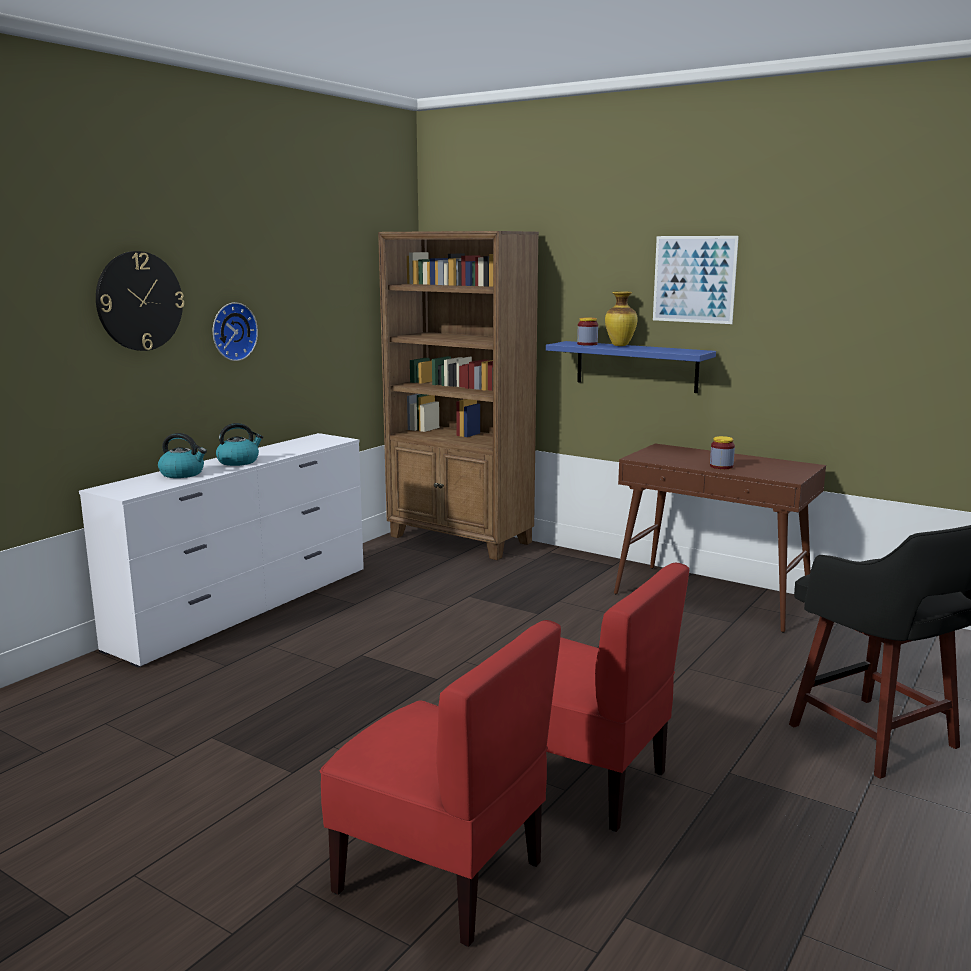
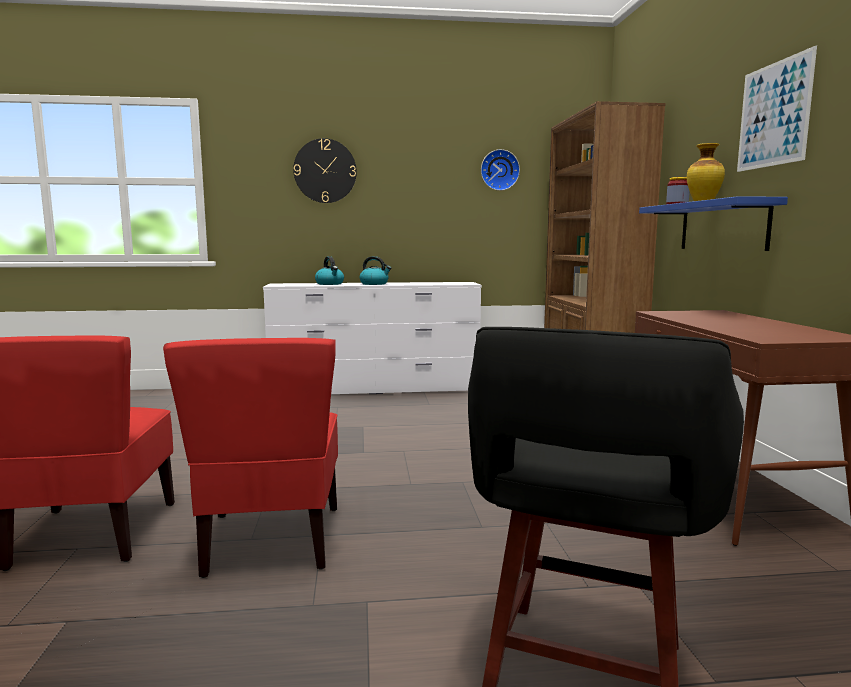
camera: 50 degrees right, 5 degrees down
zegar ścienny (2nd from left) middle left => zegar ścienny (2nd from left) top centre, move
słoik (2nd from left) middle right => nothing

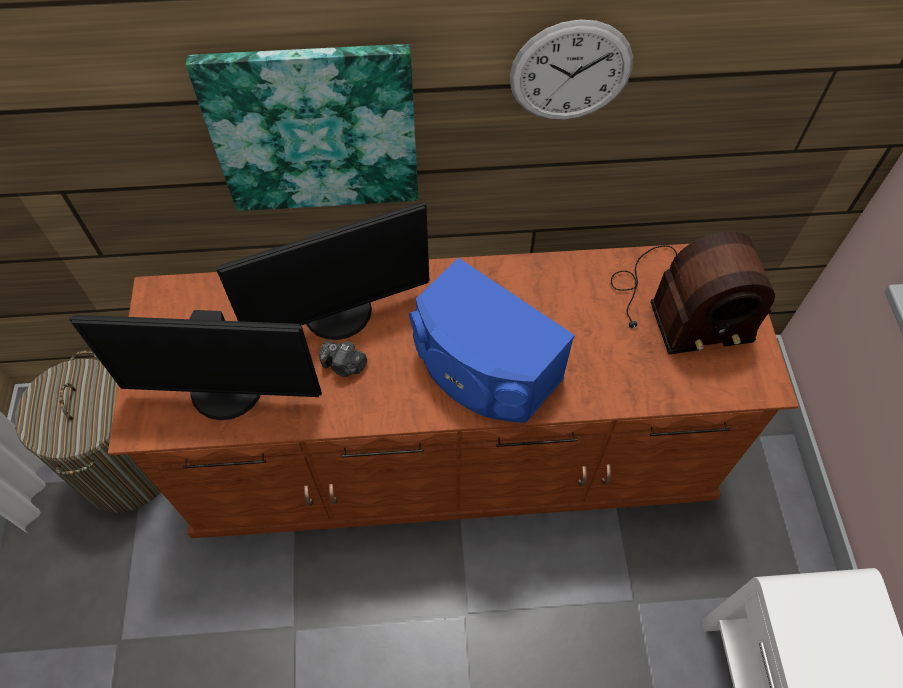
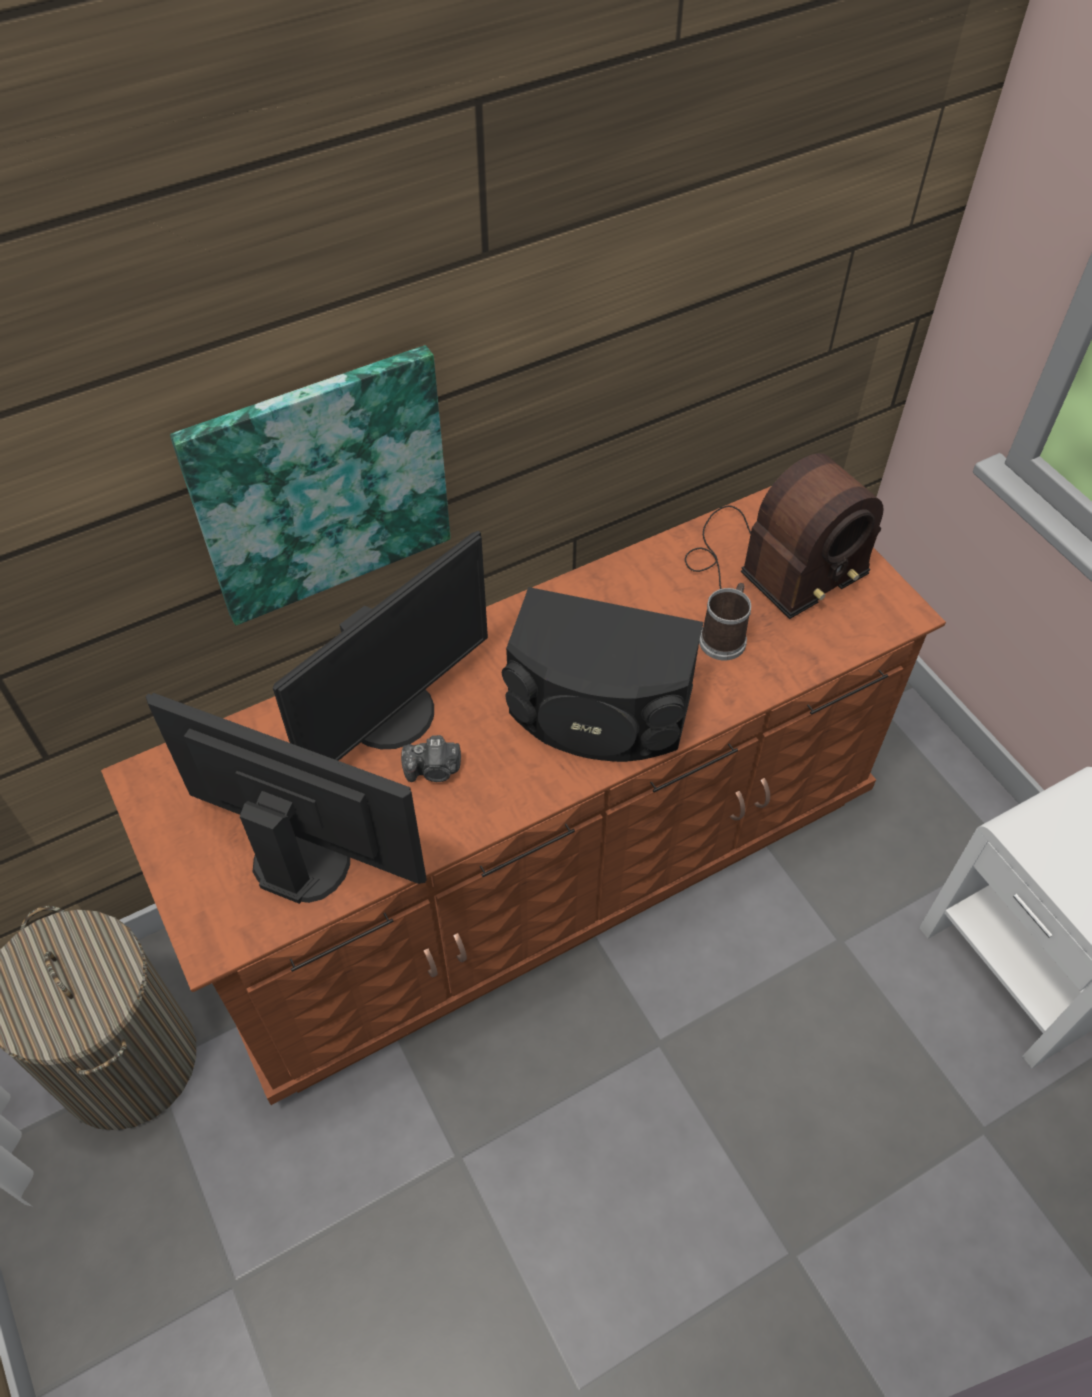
camera: 25 degrees left, 5 degrees down
monitor (1st from left) middle left, 135 degrees counterclockwise
głośnik/niebieski centre => głośnik/czarny centre
nothing => kubek centre
zegar ścienny top centre => nothing

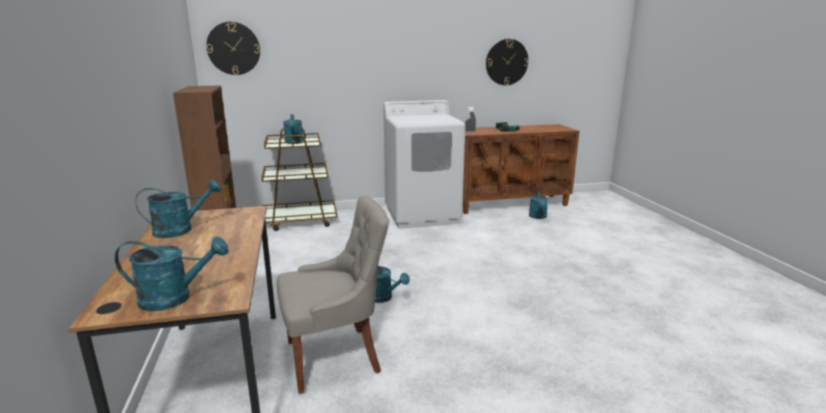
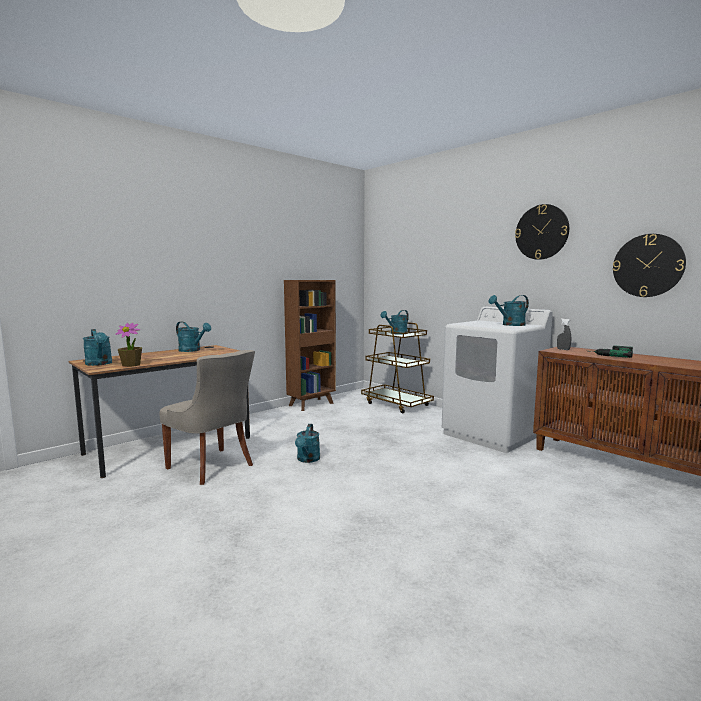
camera: 60 degrees right, 10 degrees down
nothing => roślina doniczkowa middle left
konewka/turkusowy (5th from left) centre => konewka/turkusowy (5th from left) middle right, move
zegar ścienny (1st from left) top left => zegar ścienny (1st from left) top right, move

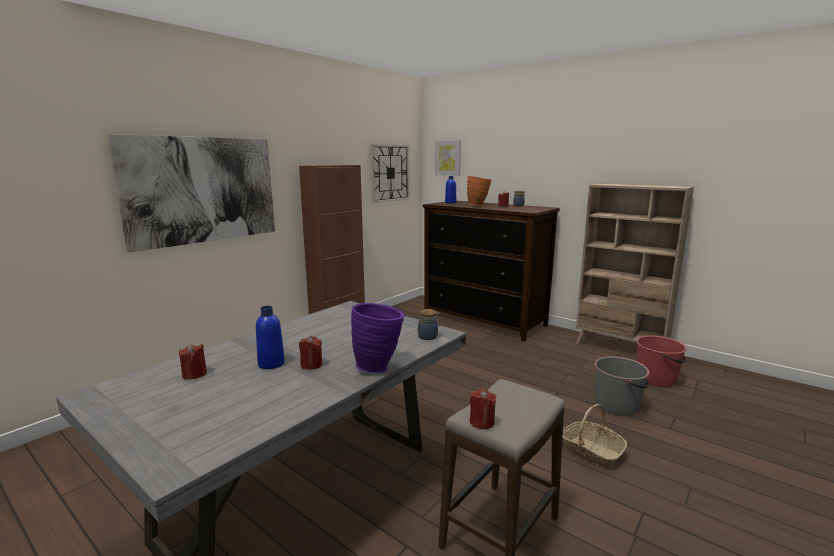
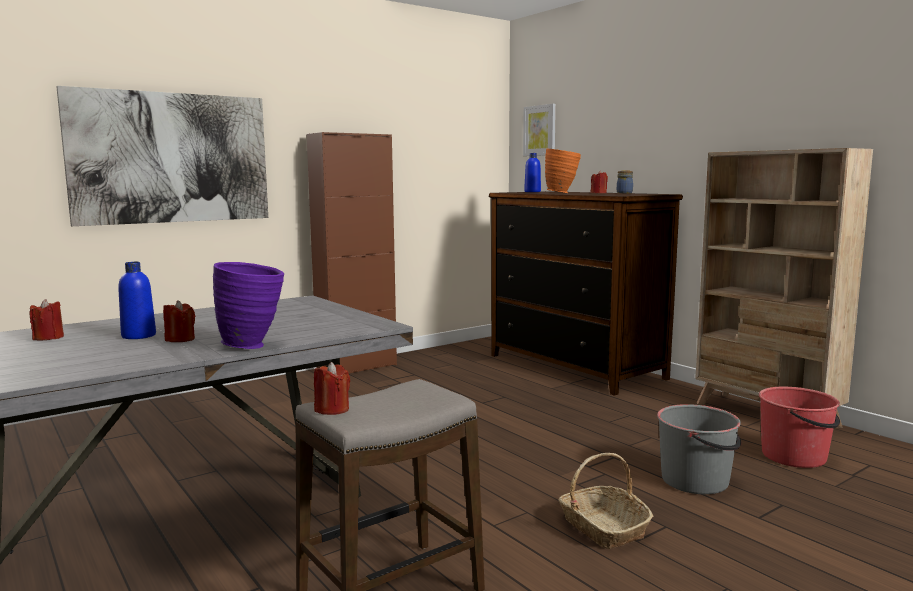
camera: 15 degrees right, 5 degrees down
zegar ścienny top centre => nothing
słoik (1st from left) centre => nothing

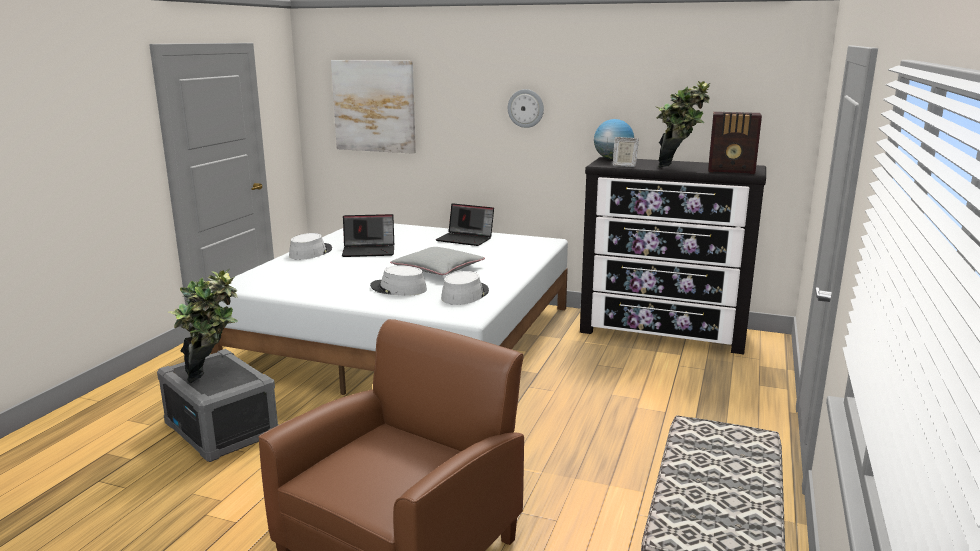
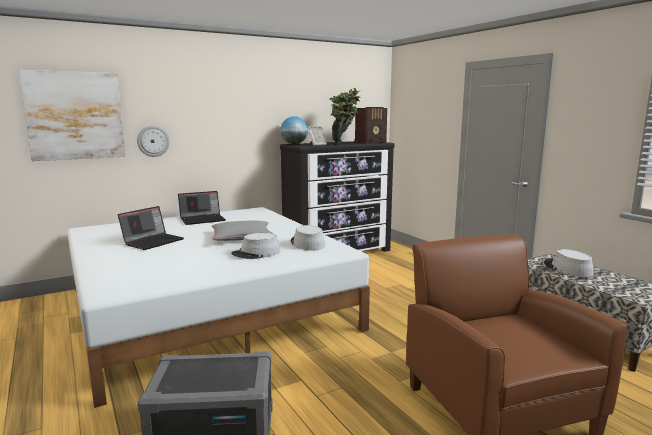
camera: 50 degrees left, 5 degrees down
zegar ścienny top centre => zegar ścienny top left, move
kapelusz/szary (1st from left in the first image) middle left => kapelusz/szary (3rd from left) middle right, move
roślina doniczkowa (1st from left) middle left => nothing

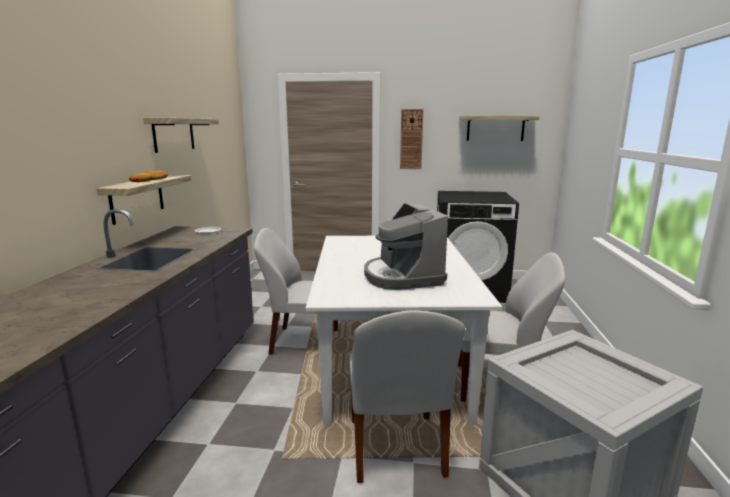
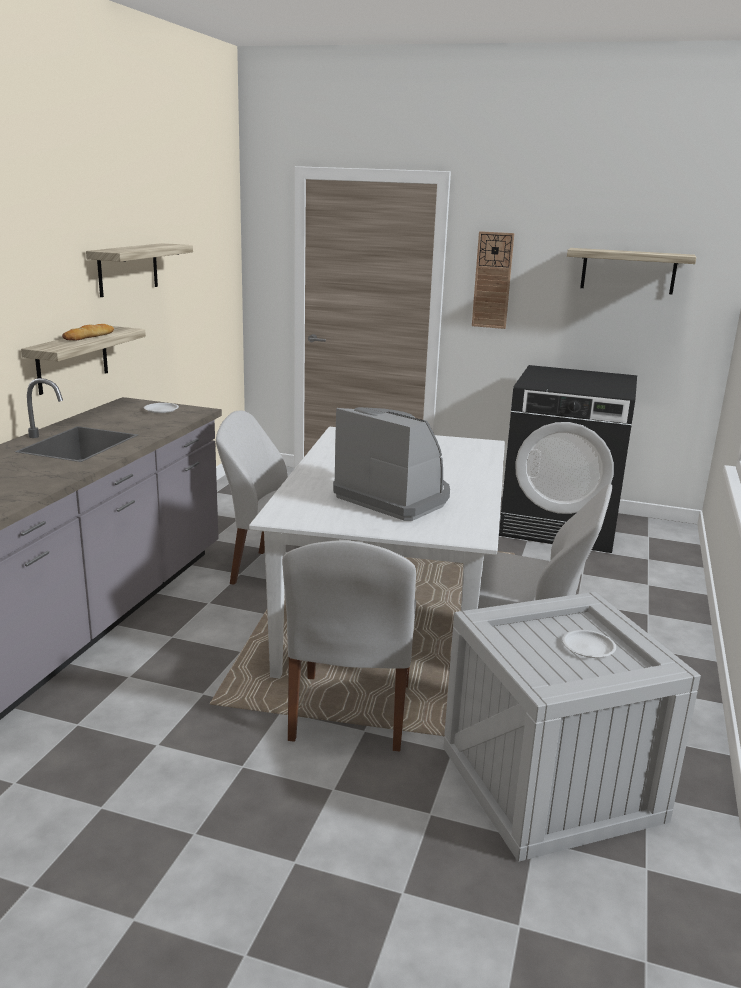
camera: 10 degrees right, 5 degrees up
ekspres do kawy centre, 135 degrees clockwise
nothing => talerz/biały (2nd from left) middle right

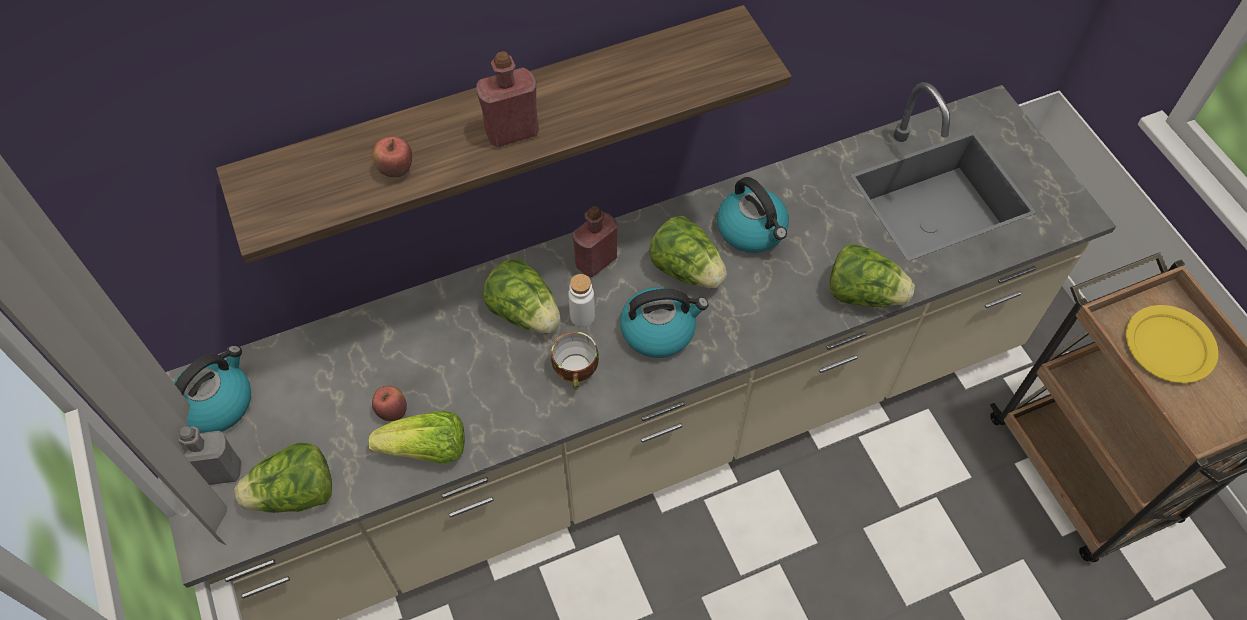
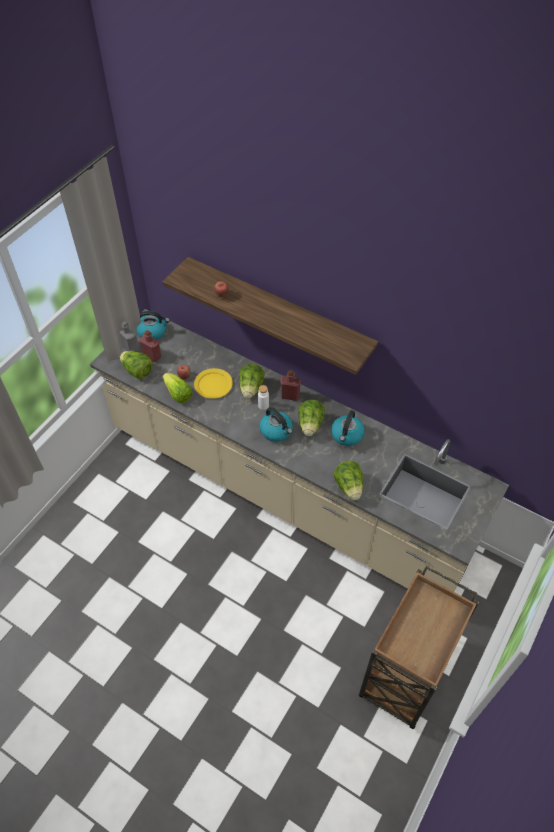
camera: 55 degrees right, 5 degrees down
butelka/czerwony (1st from left) top centre => butelka/czerwony (1st from left) middle left, move
talerz/żółty middle right => talerz/żółty centre, move
filiżanka centre => nothing

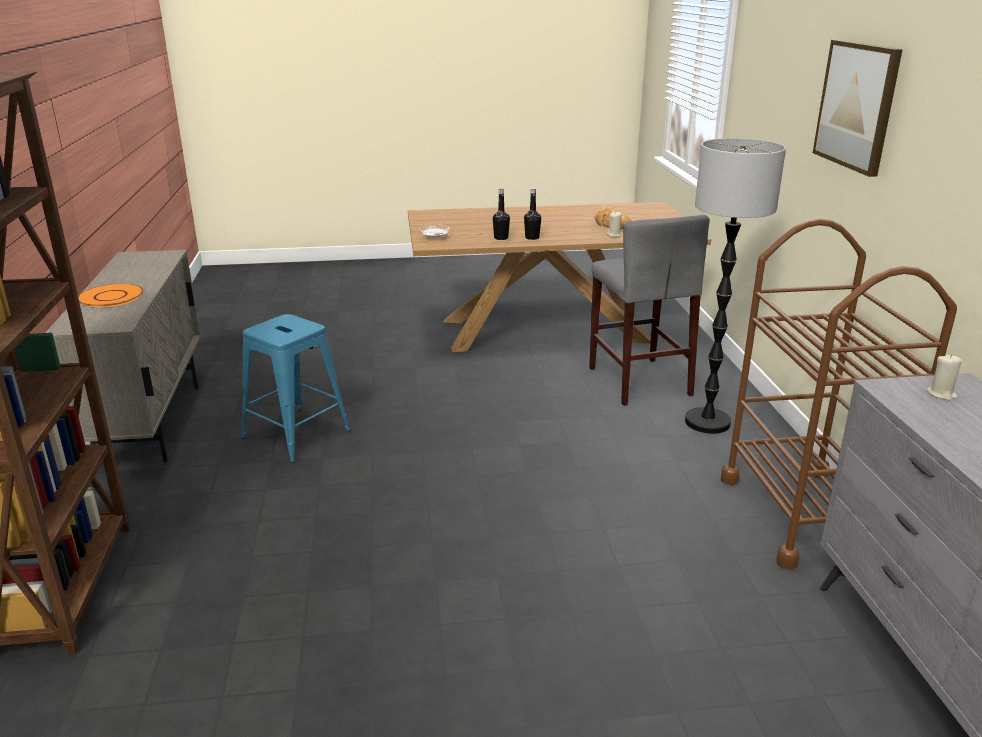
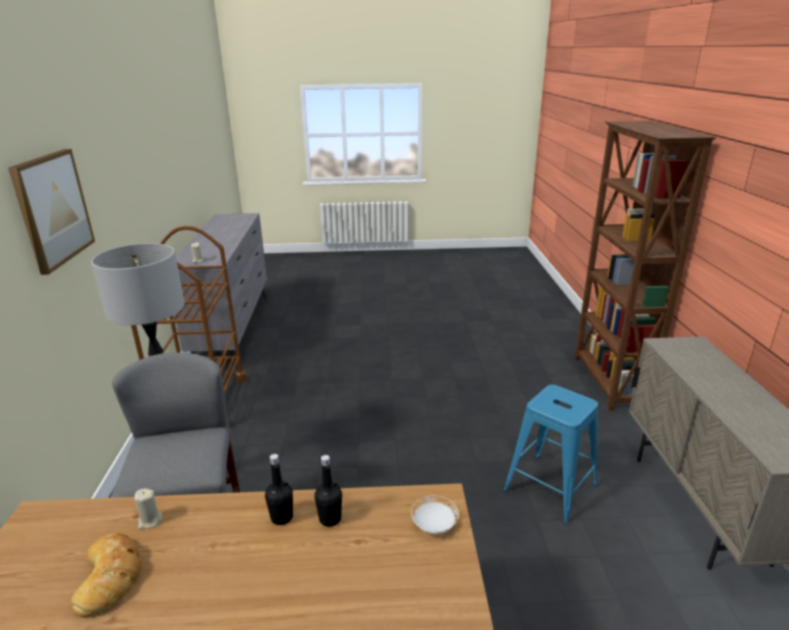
camera: 175 degrees left, 0 degrees up
talerz/pomarańczowy middle left => nothing

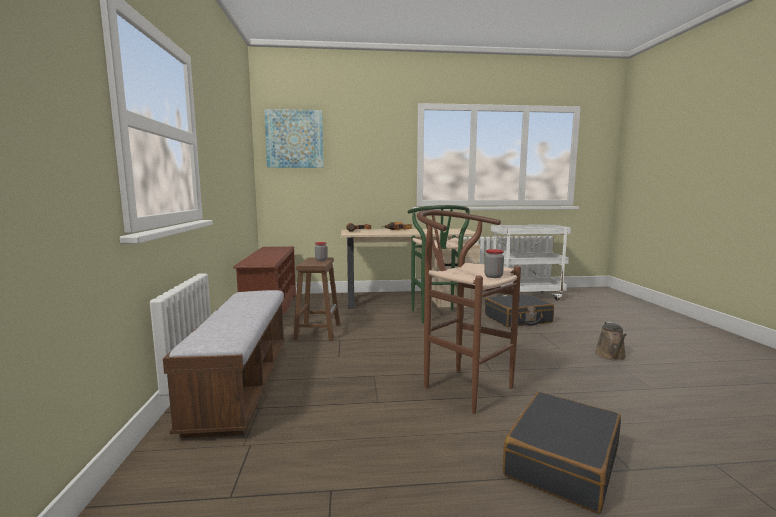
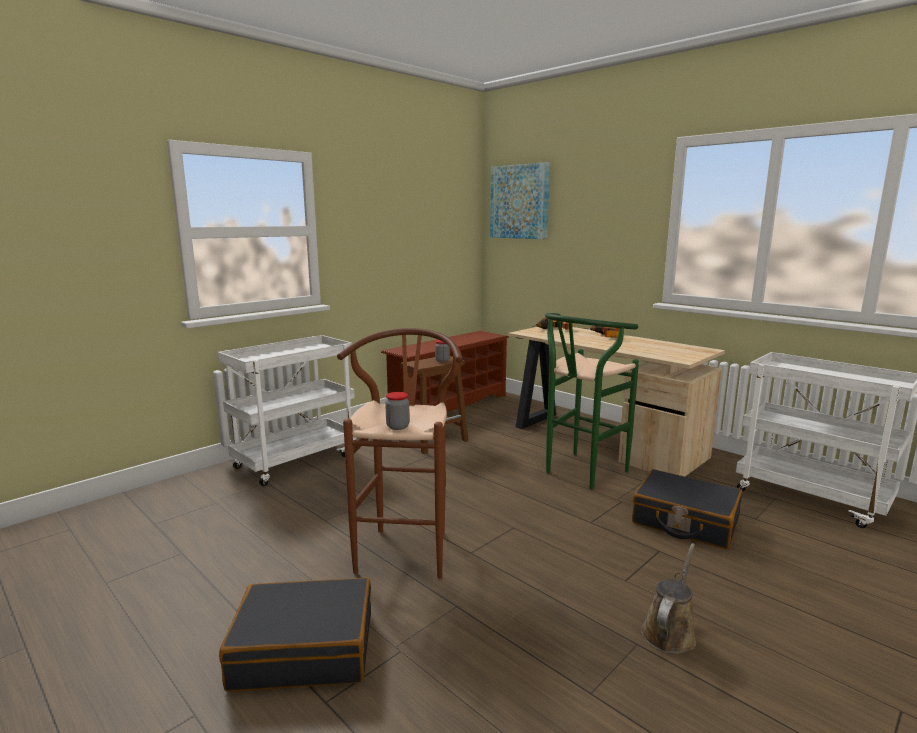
camera: 50 degrees right, 5 degrees up
ławka bottom left => wózek/biały (1st from left) middle left
konewka/brązowy middle right => konewka/brązowy bottom right, 150 degrees clockwise

